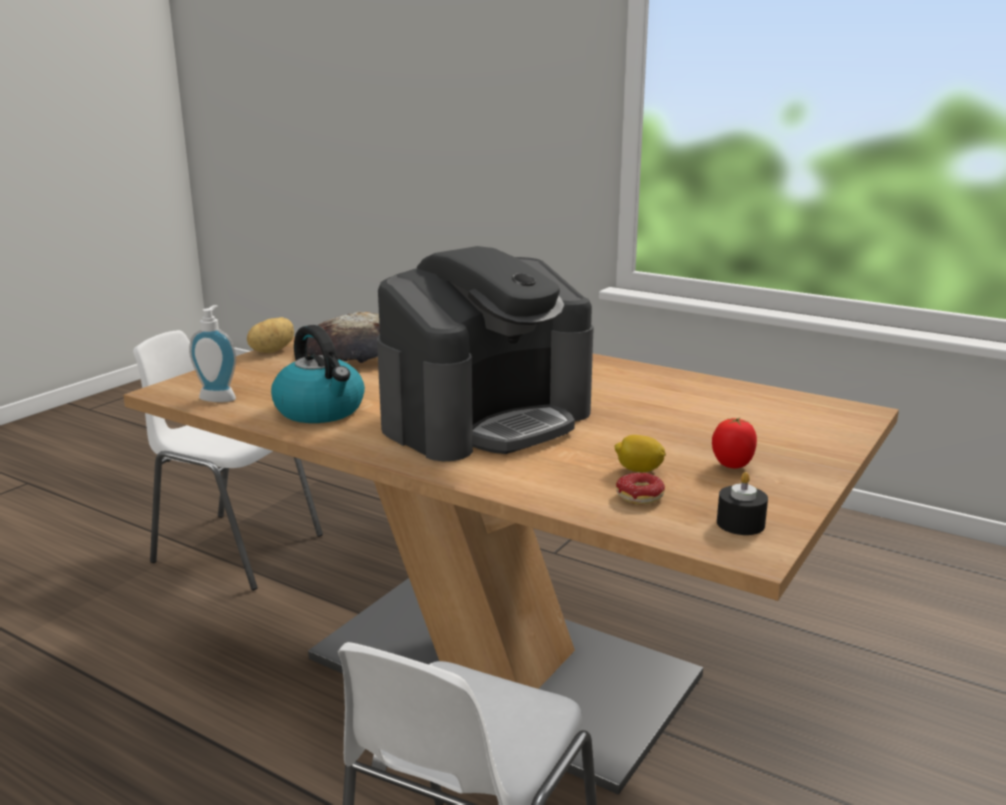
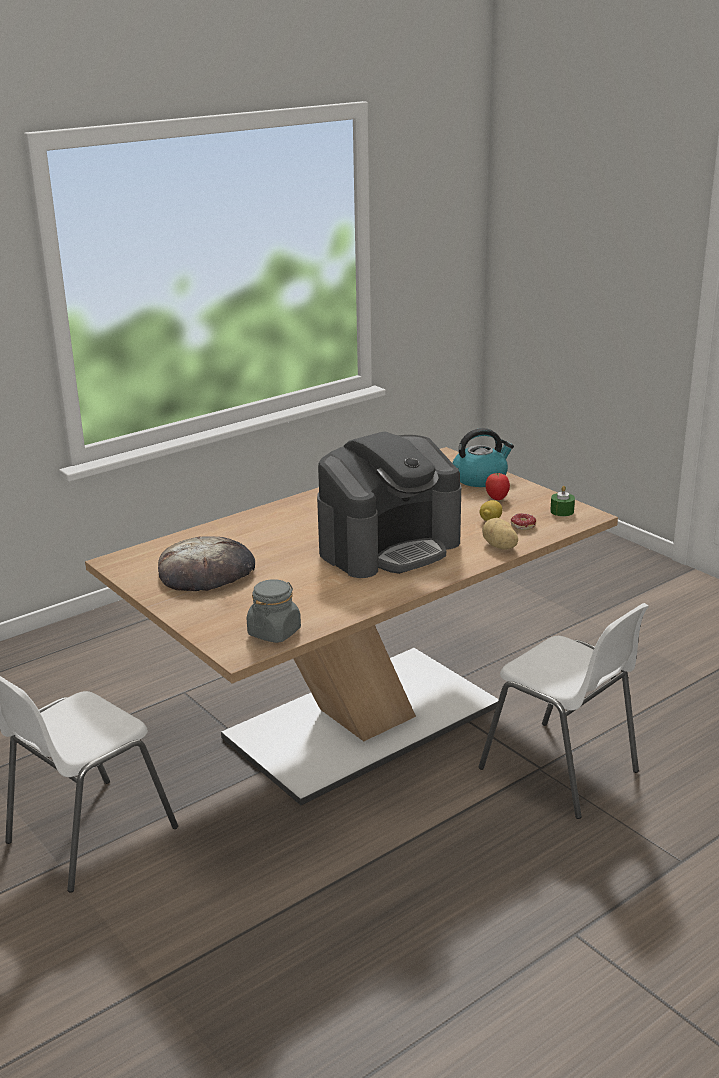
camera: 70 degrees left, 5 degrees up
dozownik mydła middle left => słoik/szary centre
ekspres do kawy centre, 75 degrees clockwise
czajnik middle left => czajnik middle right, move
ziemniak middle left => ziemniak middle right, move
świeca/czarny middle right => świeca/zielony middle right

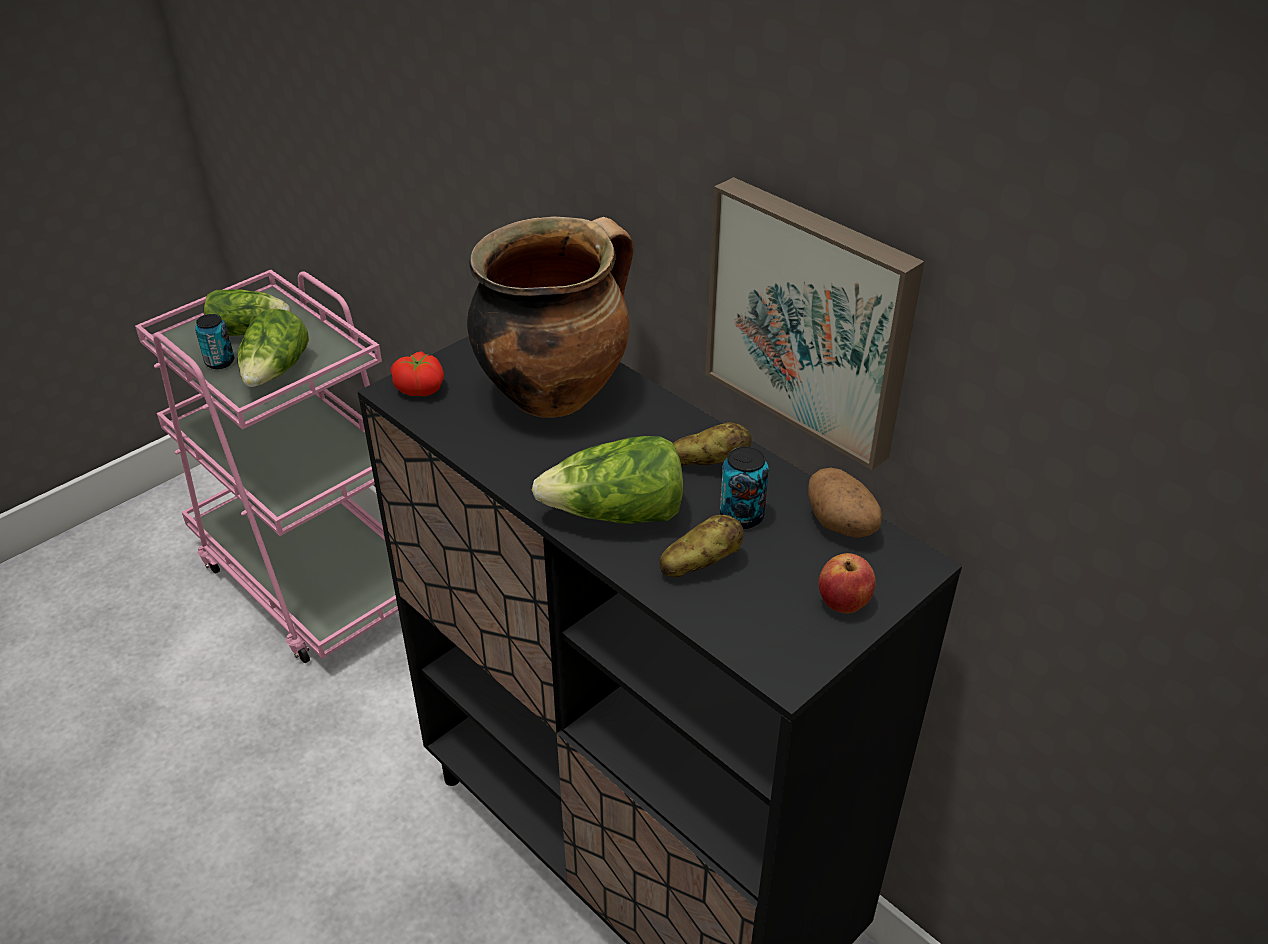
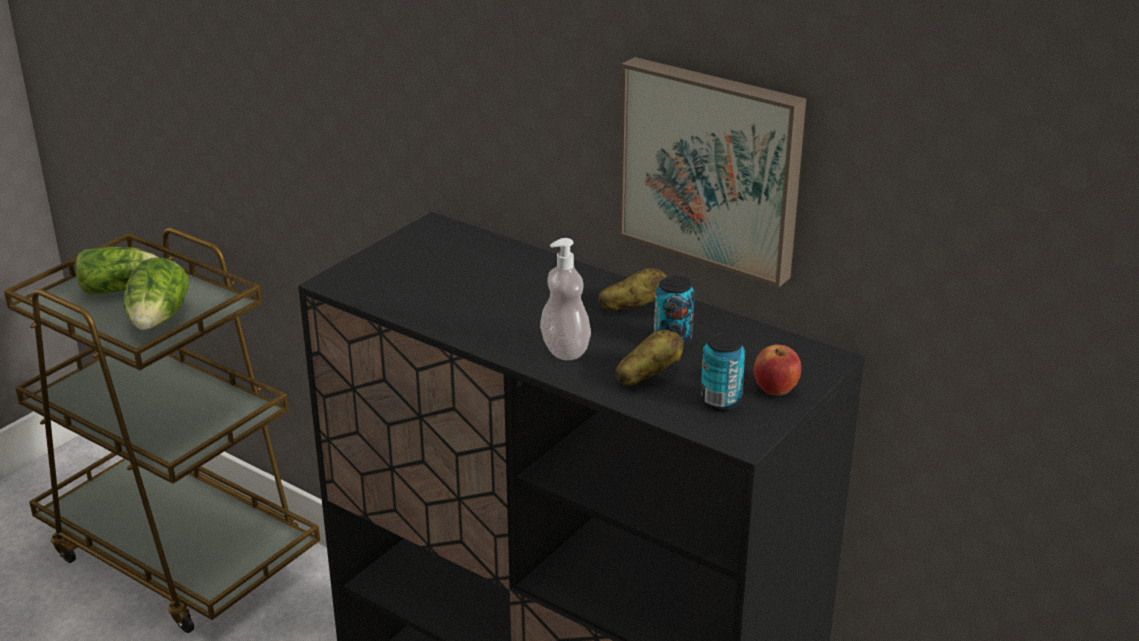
camera: 10 degrees left, 10 degrees down
wózek/różowy middle left => wózek/brązowy bottom left
sałata (3rd from left) centre => dozownik mydła centre
puszka (1st from left in the first image) middle left => puszka (2nd from left) centre, move
pomidor middle left => nothing
garnek centre => nothing
ziemniak (3rd from left) centre => nothing

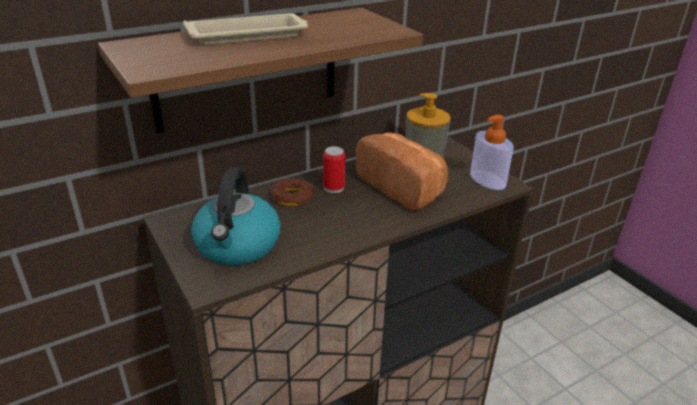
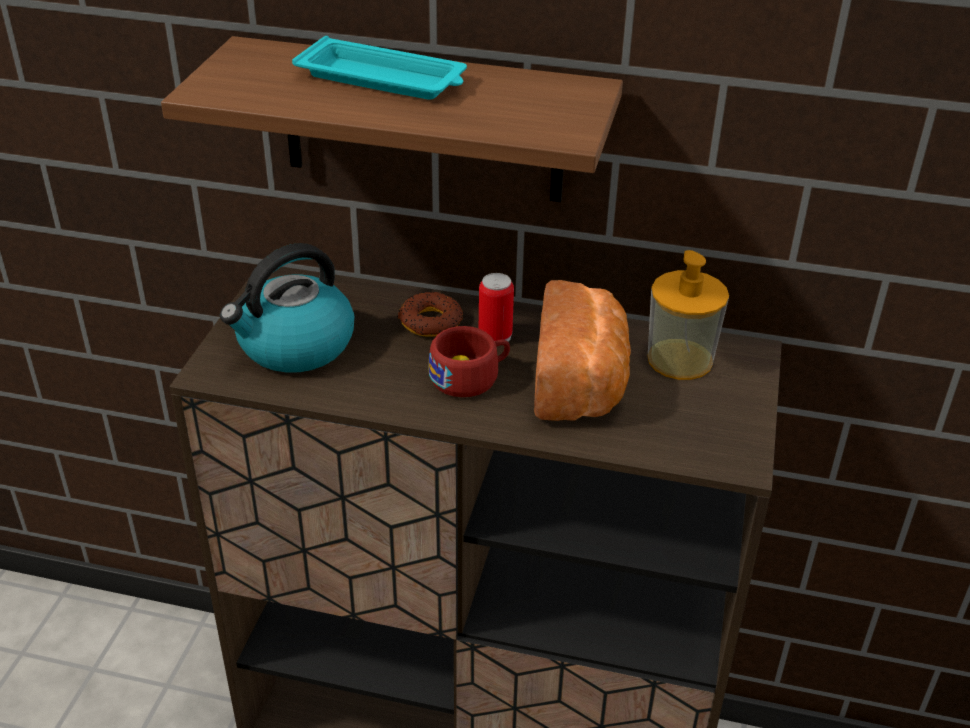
camera: 45 degrees right, 5 degrees up
taca/beżowy top centre => taca/turkusowy top centre
nothing => filiżanka/czerwony centre
dozownik mydła (2nd from left) middle right => nothing

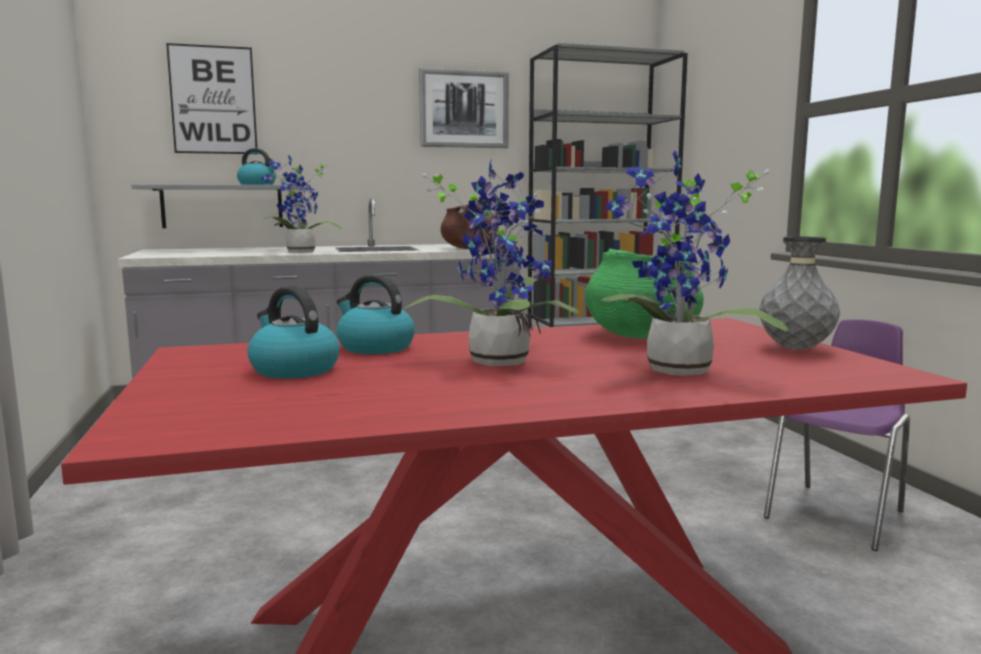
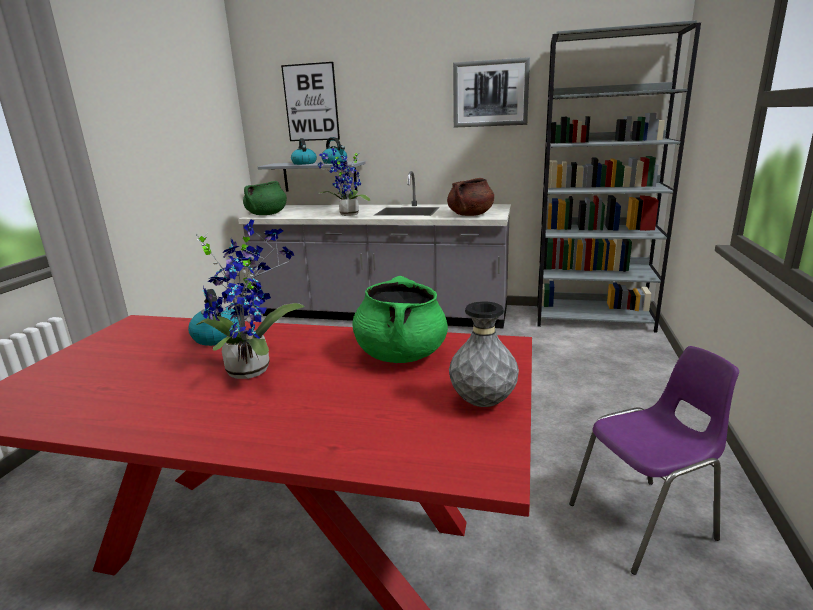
camera: 30 degrees right, 10 degrees up
nothing => garnek/zielony (1st from left) top left
czajnik (2nd from left) middle left => czajnik (2nd from left) top centre, move
roślina doniczkowa (3rd from left) middle right => nothing

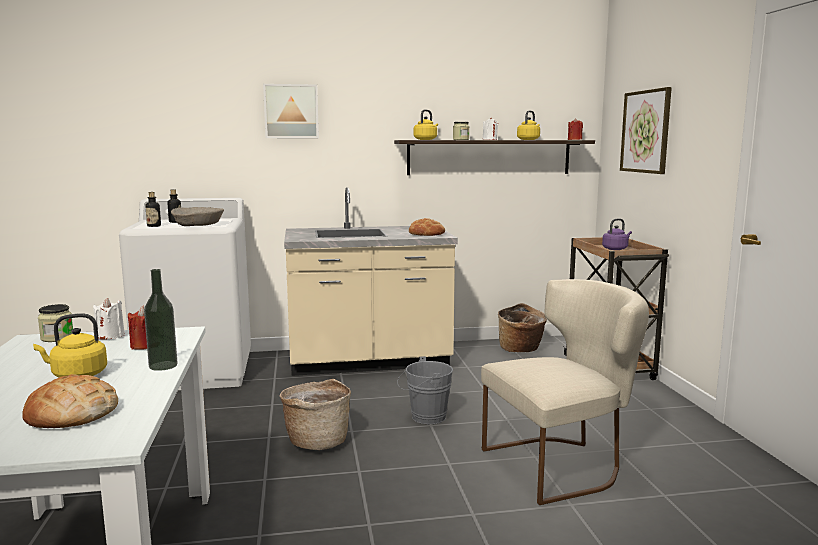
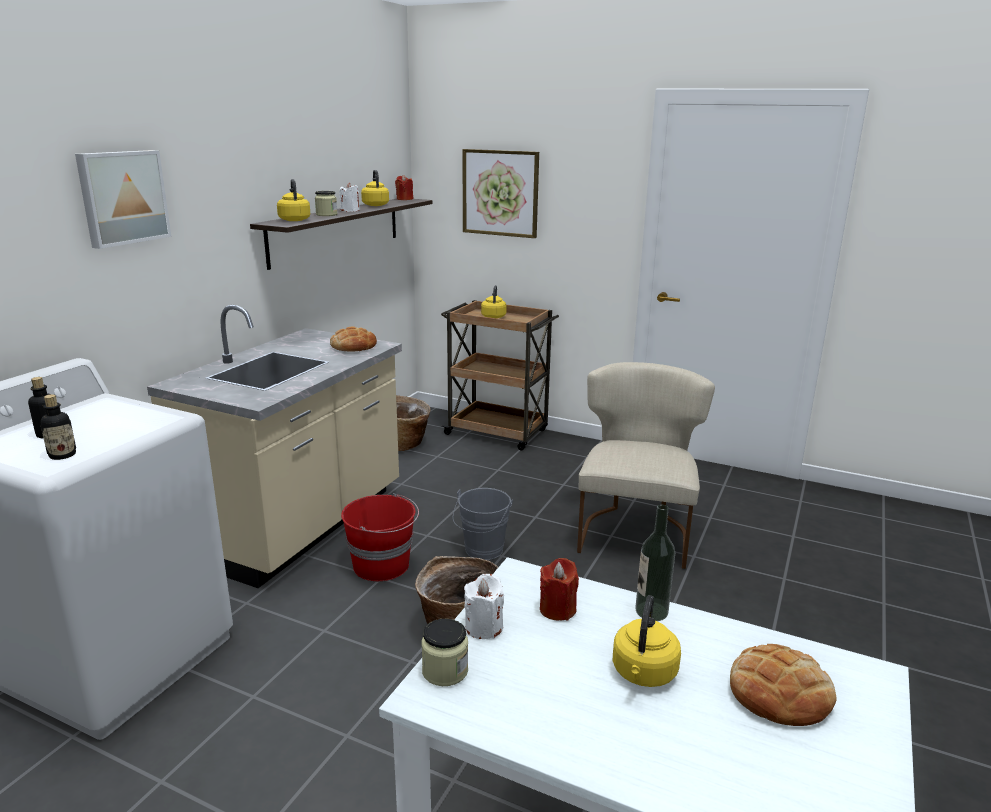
camera: 55 degrees left, 10 degrees up
nothing => wiadro/czerwony centre
czajnik/fioletowy middle right => czajnik/żółty (3rd from left) centre
miska/beżowy middle left => nothing

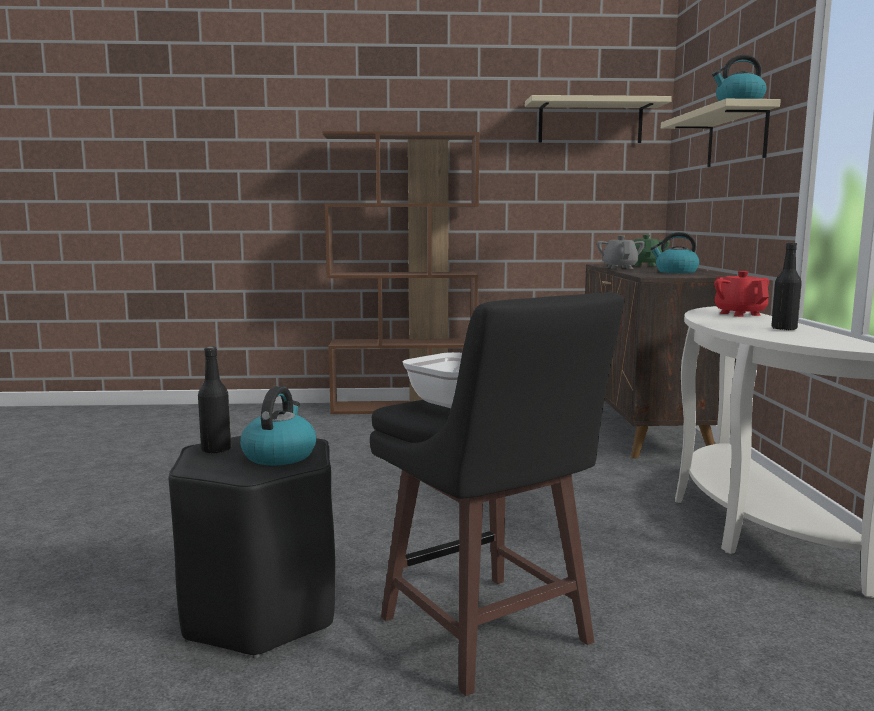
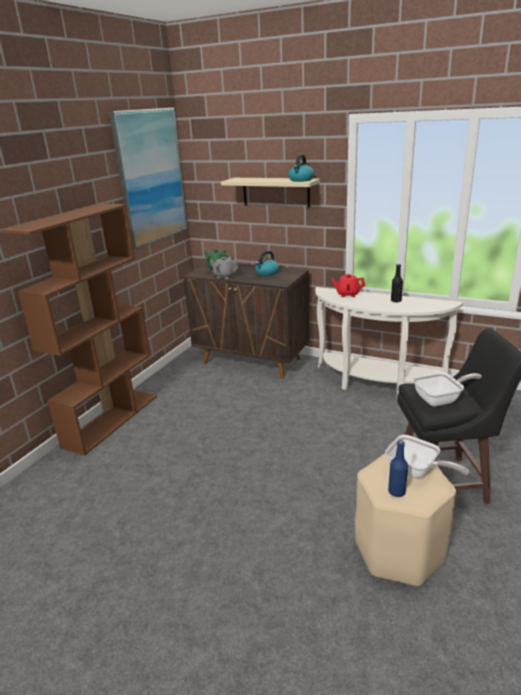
camera: 60 degrees left, 15 degrees up
półka/beżowy (1st from left) top right => obraz top left
stołek/czarny (1st from left) bottom left => stołek/beżowy bottom right
czajnik (1st from left) middle left => patelnia (1st from left) middle right
butelka/czarny (1st from left) middle left => butelka/niebieski bottom right

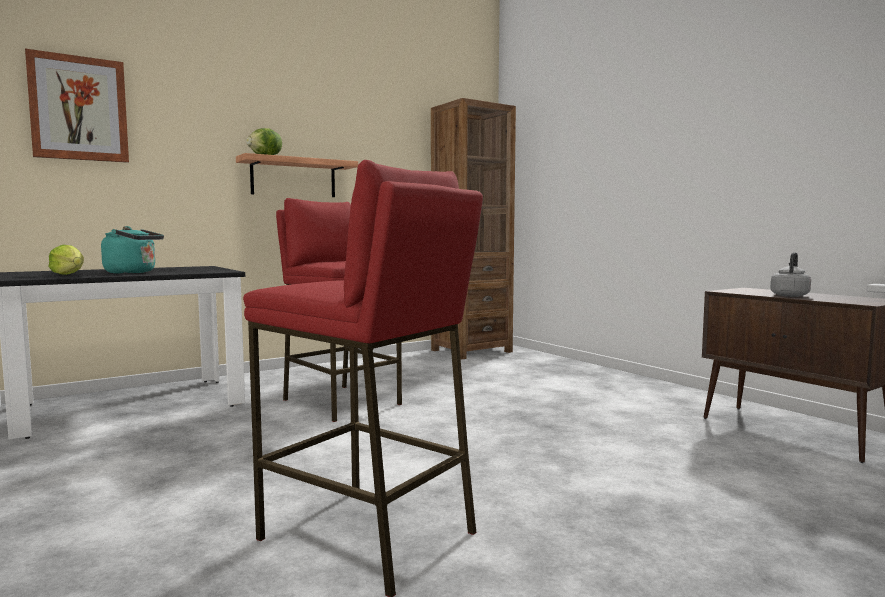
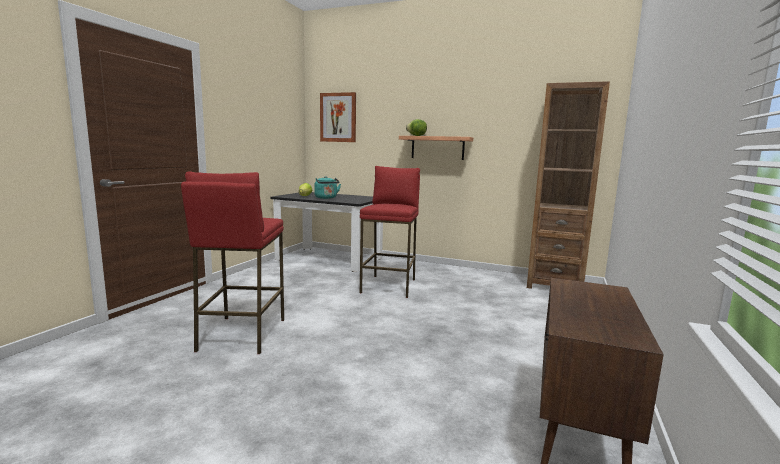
camera: 55 degrees right, 5 degrees up
czajnik/szary middle right => nothing

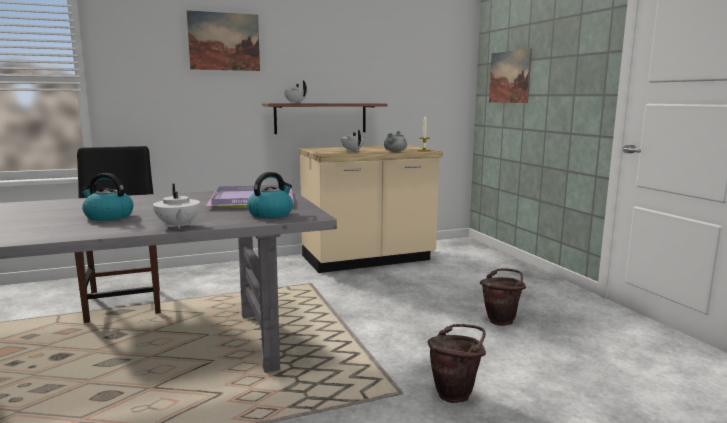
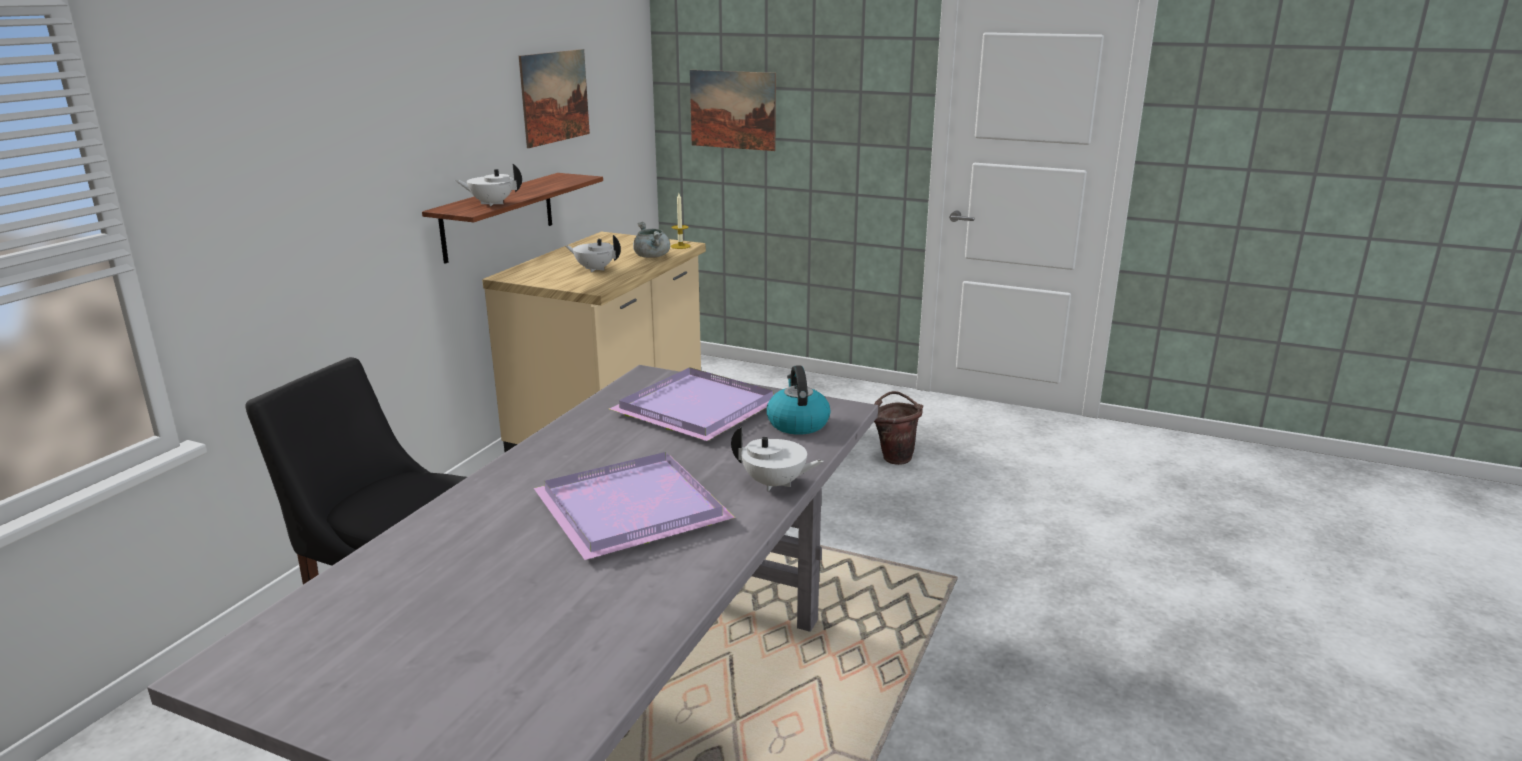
camera: 45 degrees left, 10 degrees up
obraz (1st from left) top left => obraz (1st from left) top centre, move
czajnik (1st from left) middle left => taca/fioletowy (1st from left) centre
wiadro/brązowy (1st from left) bottom centre => nothing

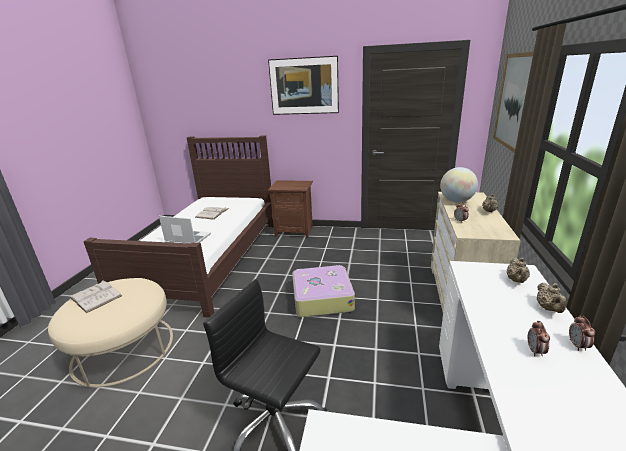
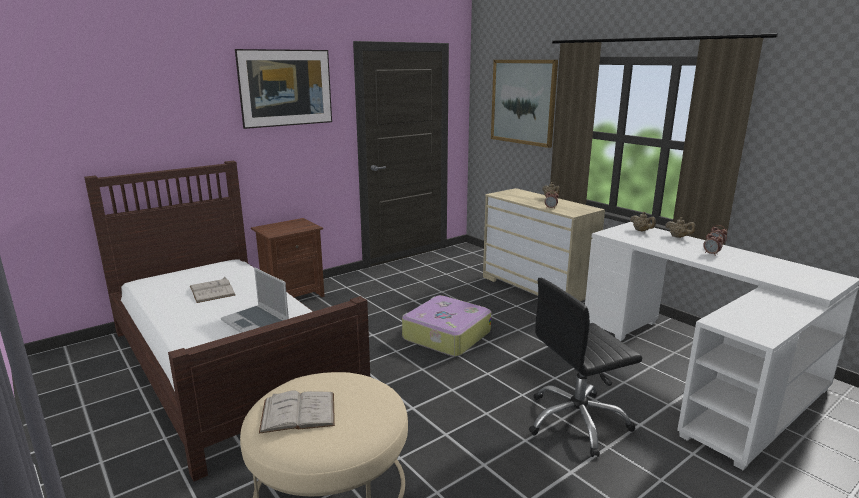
camera: 50 degrees left, 5 degrees down
laptop middle left, 105 degrees counterclockwise
globus middle right => nothing

